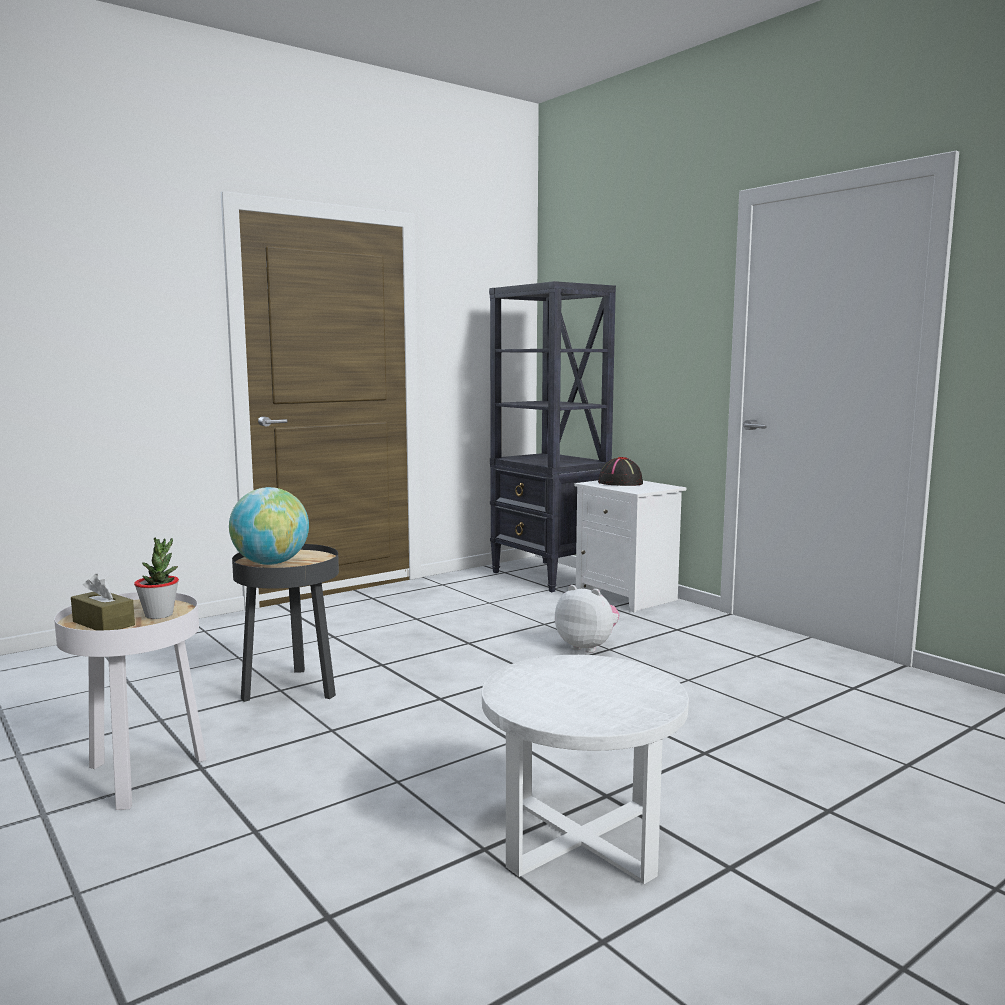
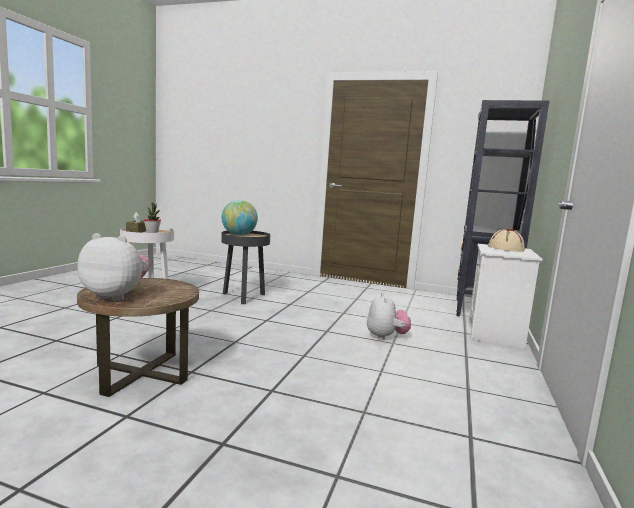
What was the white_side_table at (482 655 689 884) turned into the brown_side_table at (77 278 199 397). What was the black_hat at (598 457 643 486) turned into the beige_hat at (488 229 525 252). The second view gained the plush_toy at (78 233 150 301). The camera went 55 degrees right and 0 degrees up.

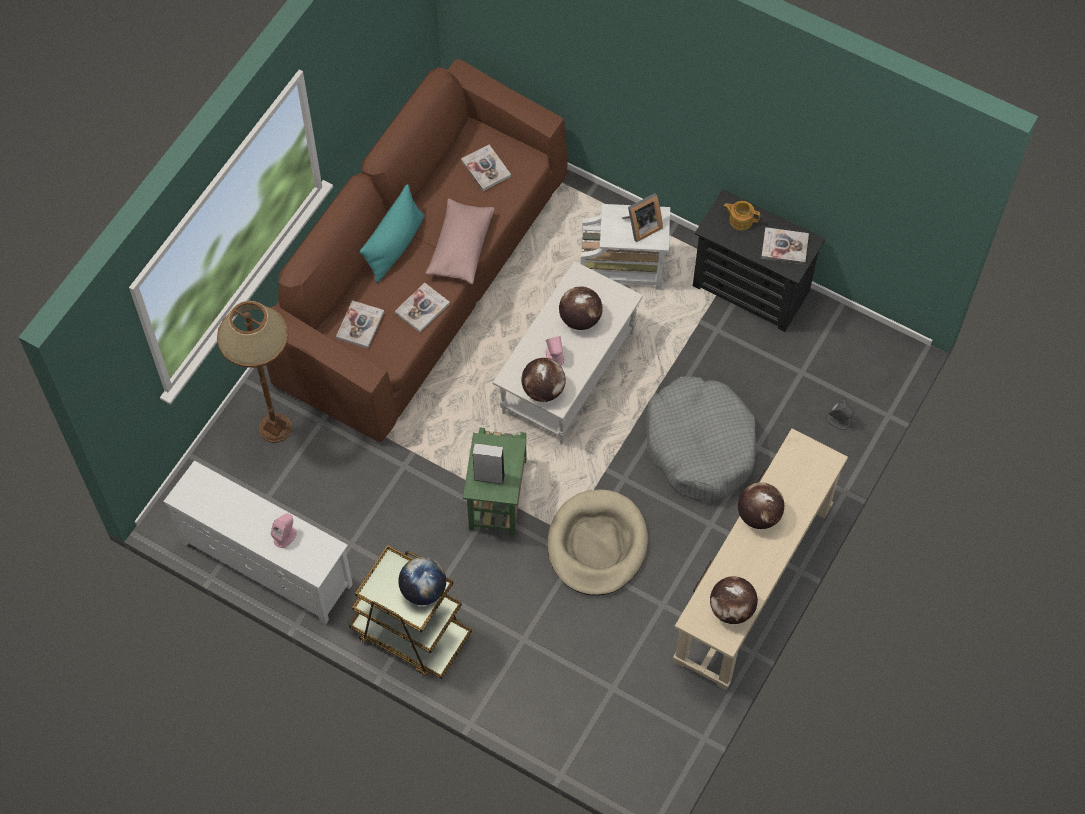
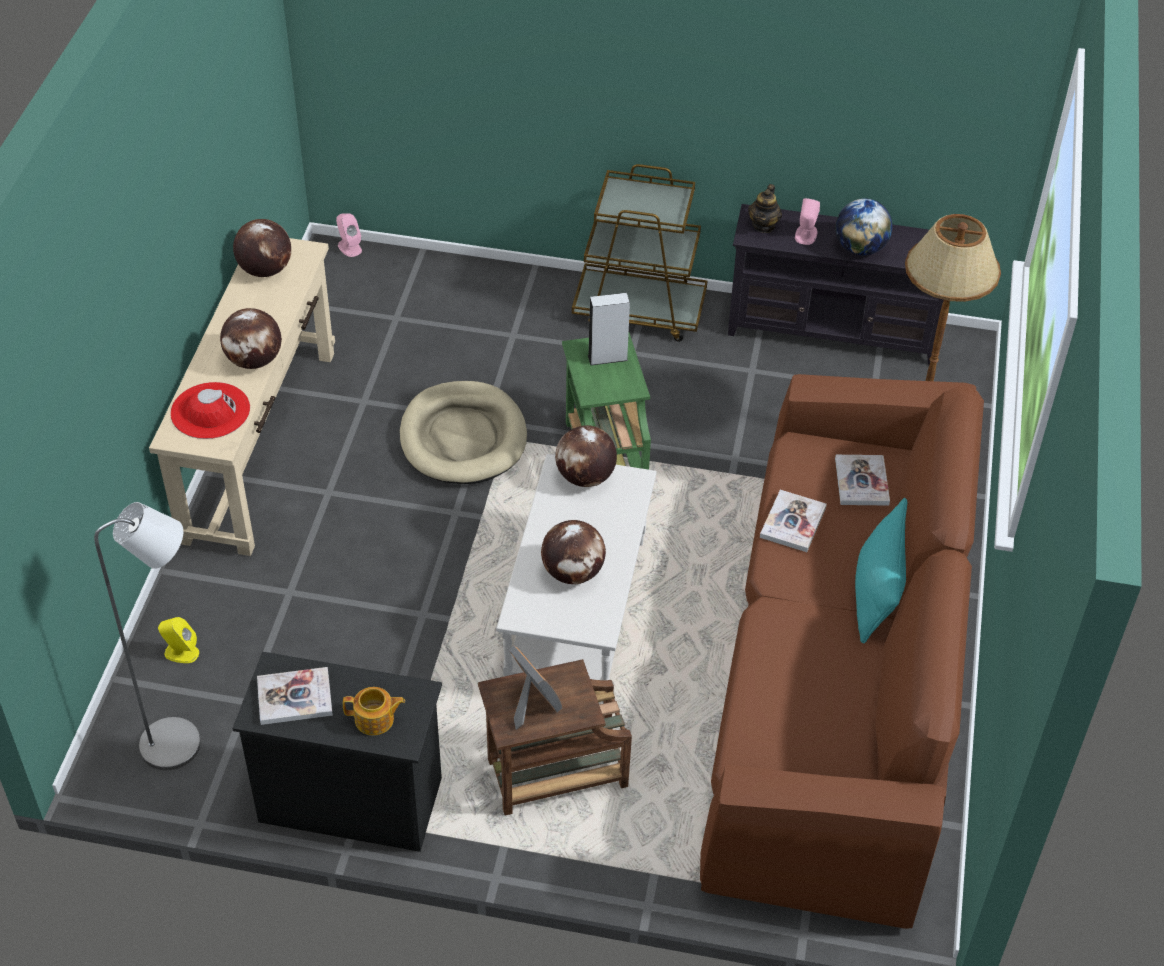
What was the white_tv_stand at (163 460 353 624) turned into the black_tv_stand at (728 204 944 365). The globe ended up elsewhere, having gone from (398 557 446 605) to (836 198 892 255). The second view lost the pink_pillow at (426 199 495 284). The second view lost the book at (461 145 511 191). The pink_speaker ended up elsewhere, having gone from (546 336 564 365) to (336 213 362 257). What was the white_side_table at (581 204 670 290) turned into the brown_side_table at (478 659 632 815). The picture_frame at (622 193 663 242) ended up facing another way, 105 degrees clockwise from before. The second view lost the grey_dog_bed at (646 377 756 503). What was the grey_speaker at (827 400 854 430) turned into the yellow_speaker at (158 617 199 663). The second view gained the grey_floor_lamp at (94 502 201 770). The second view gained the red_hat at (170 382 250 439). The second view gained the teapot at (748 184 782 233). The camera went 160 degrees right and 15 degrees down.

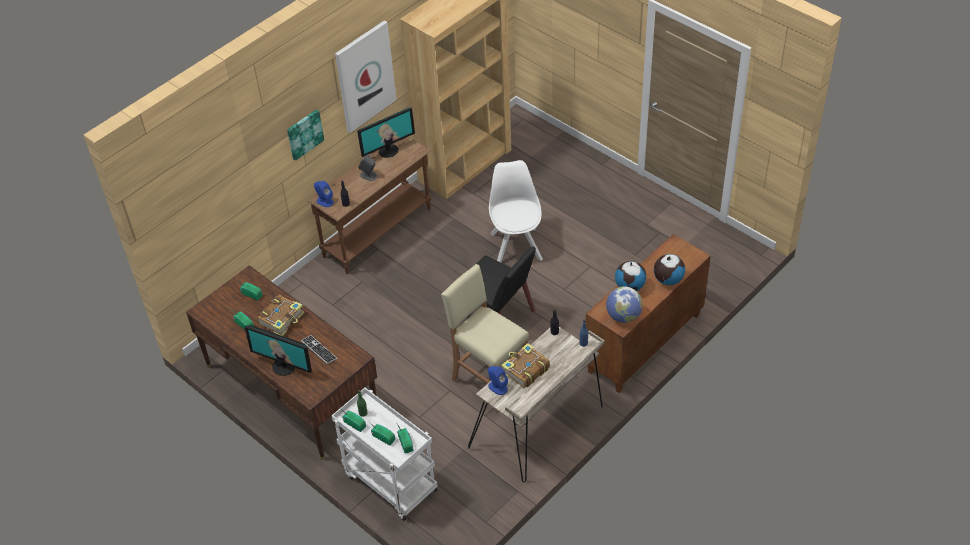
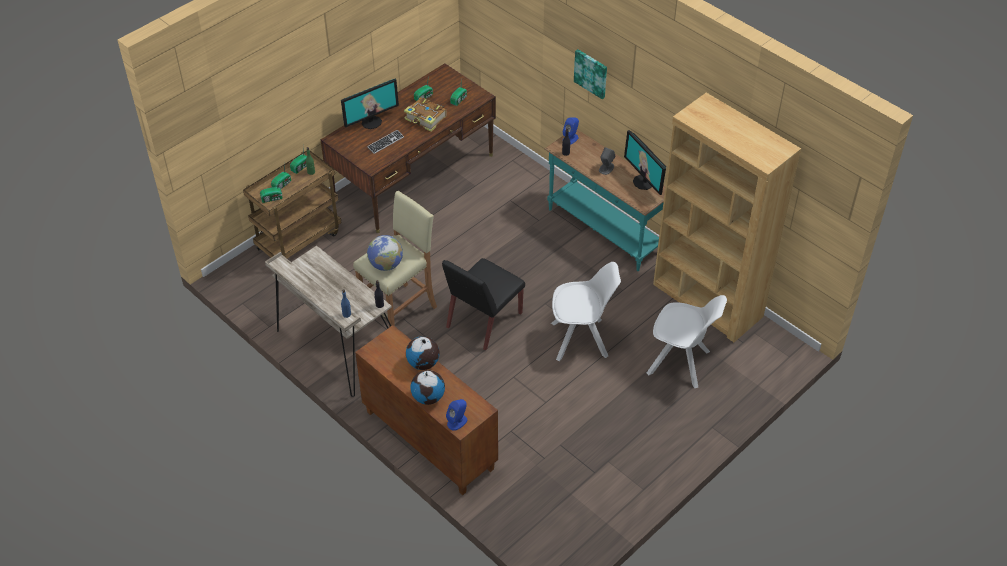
The monitor at (245 325 312 376) ended up facing another way, 150 degrees counterclockwise from before. What was the brown_console_table at (307 136 431 274) turned into the turquoise_console_table at (545 129 665 271). What was the white_cart at (332 388 438 521) turned into the brown_cart at (243 151 342 259). The second view lost the picture at (335 20 396 133). The blue_speaker ended up elsewhere, having gone from (488 366 508 395) to (446 399 467 431). The second view lost the book at (501 343 550 389). The globe ended up elsewhere, having gone from (606 286 643 323) to (367 235 403 271). The second view gained the white_chair at (647 295 727 388). The camera went 90 degrees right and 0 degrees up.

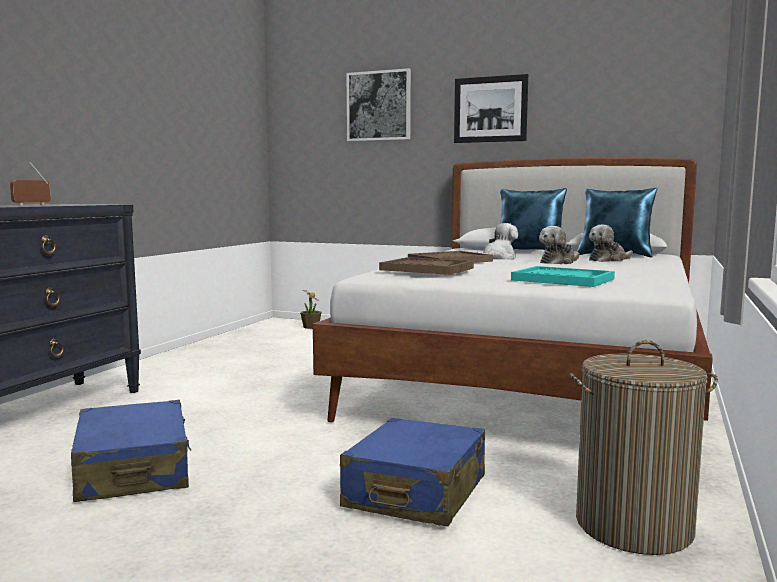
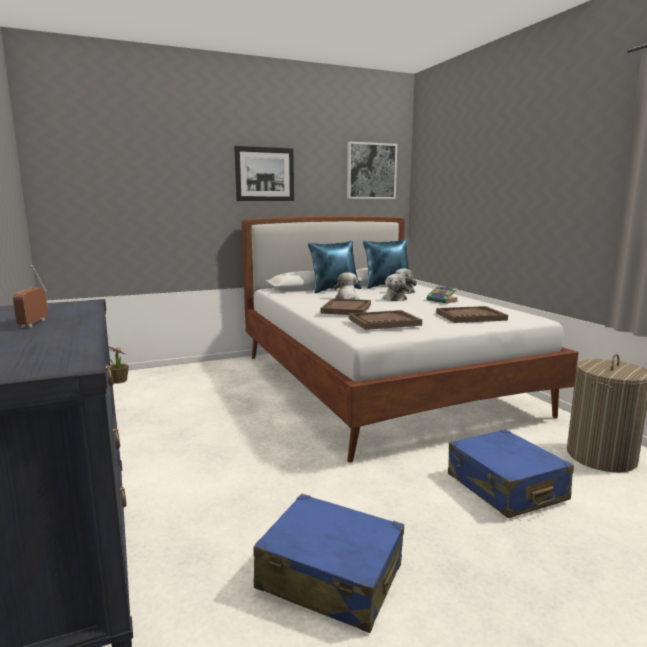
The picture ended up elsewhere, having gone from (347 68 411 141) to (347 141 397 199). What was the turquoise_tray at (511 266 615 287) turned into the brown_tray at (436 306 508 323). The second view gained the book at (427 286 458 304). The camera went 45 degrees left and 5 degrees up.

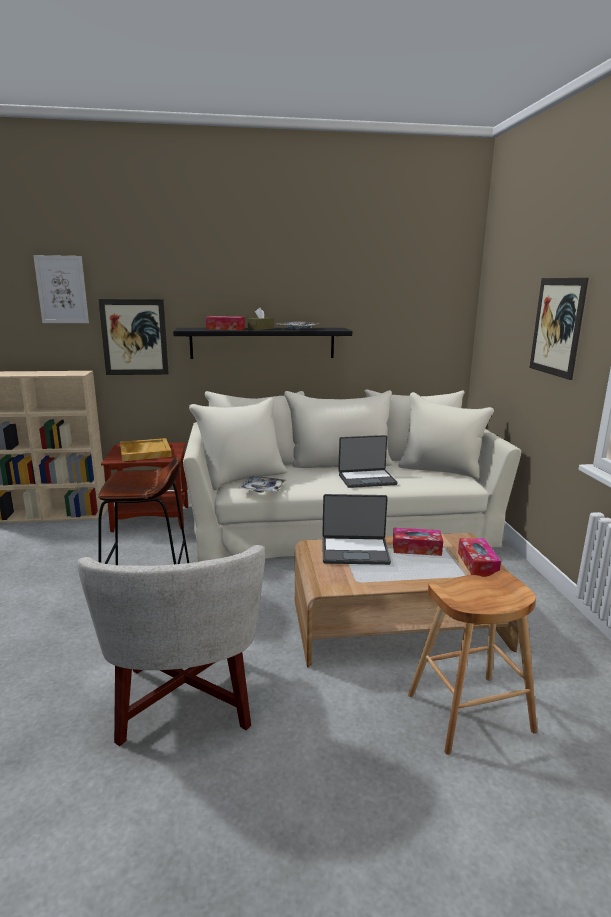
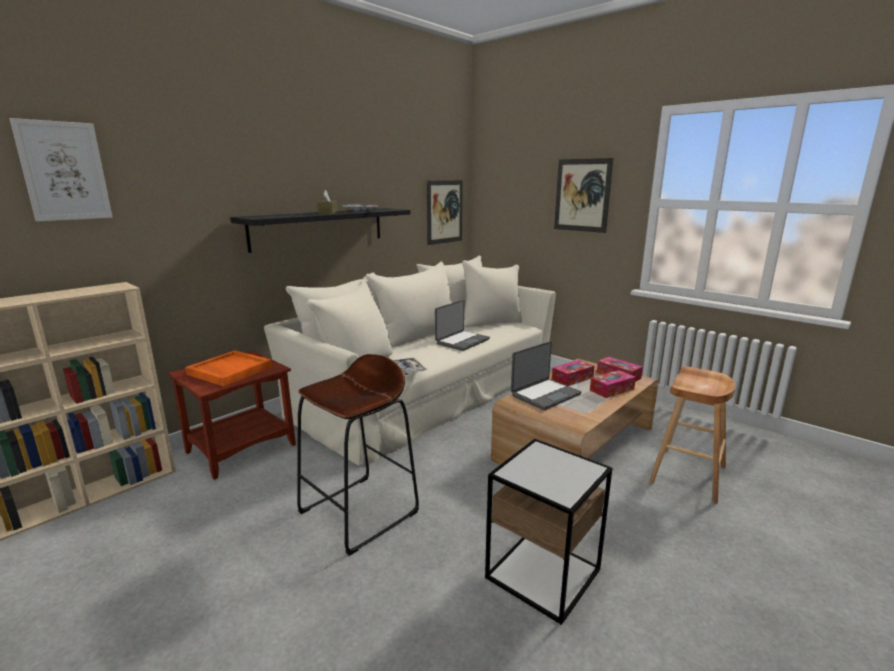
Where the white_armchair stood at (78 545 265 746), the side_table came to stand at (485 439 613 625). The picture ended up elsewhere, having gone from (98 299 169 375) to (427 180 463 245). What was the beige_tray at (120 438 172 461) turned into the orange_tray at (185 350 272 386). The tissue_box ended up elsewhere, having gone from (206 316 245 330) to (590 370 636 398). The camera went 40 degrees left and 0 degrees up.

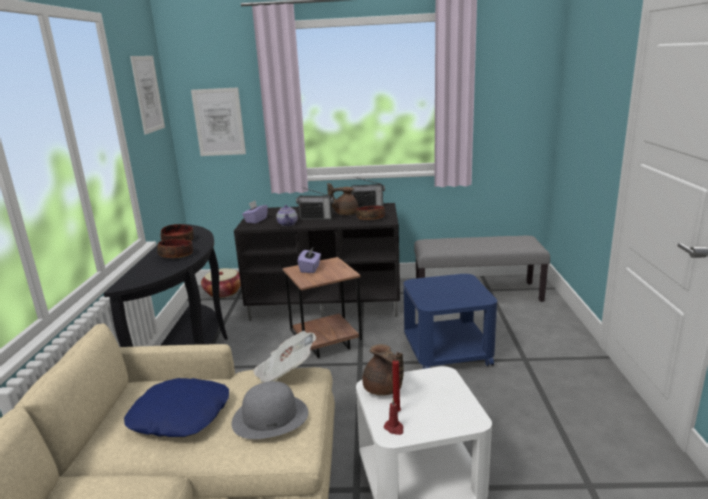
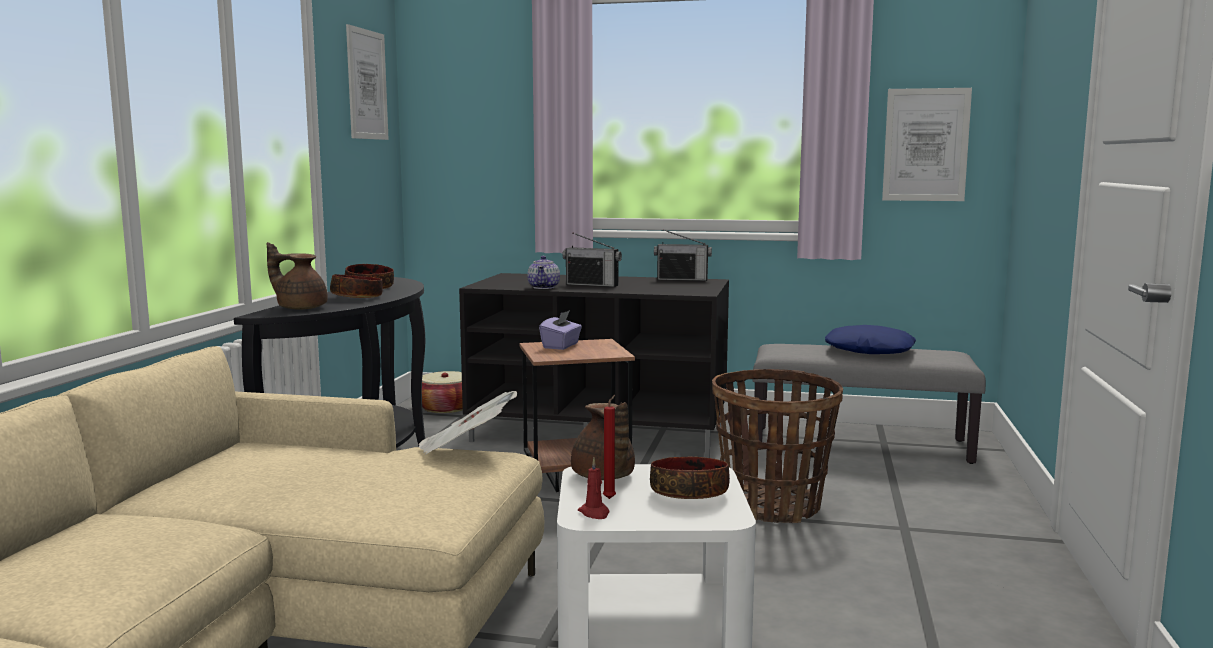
The blue_pillow ended up elsewhere, having gone from (124 378 229 437) to (825 325 916 354). The picture ended up elsewhere, having gone from (191 87 246 156) to (882 88 972 201). The second view lost the grey_hat at (231 381 308 439). The second view lost the purple_tissue_box at (242 201 268 224). The brown_teapot ended up elsewhere, having gone from (327 183 359 215) to (267 242 328 310). The bowl ended up elsewhere, having gone from (356 206 385 220) to (650 457 730 499). Where the blue_side_table stood at (404 274 497 369), the basket came to stand at (712 369 843 523). The camera went 10 degrees right and 10 degrees down.

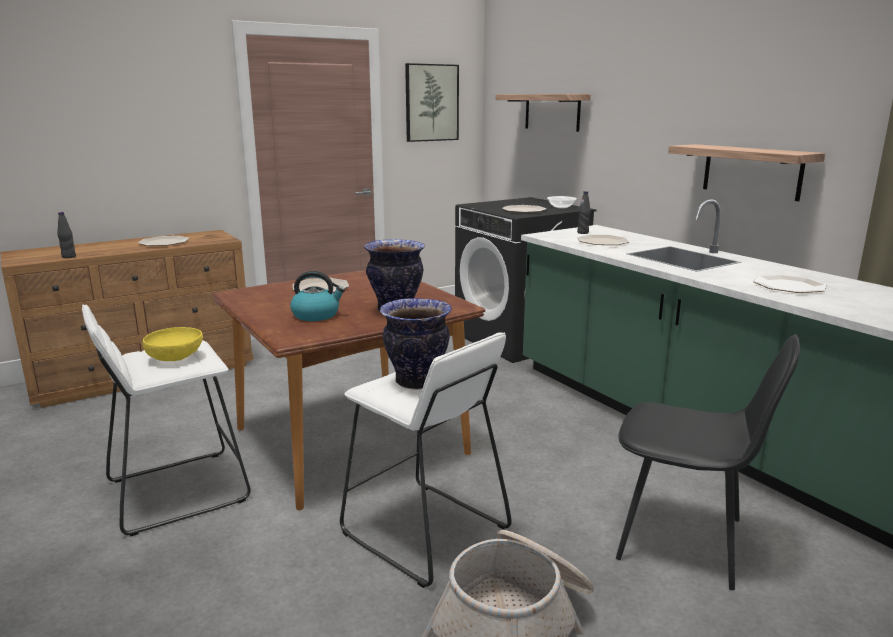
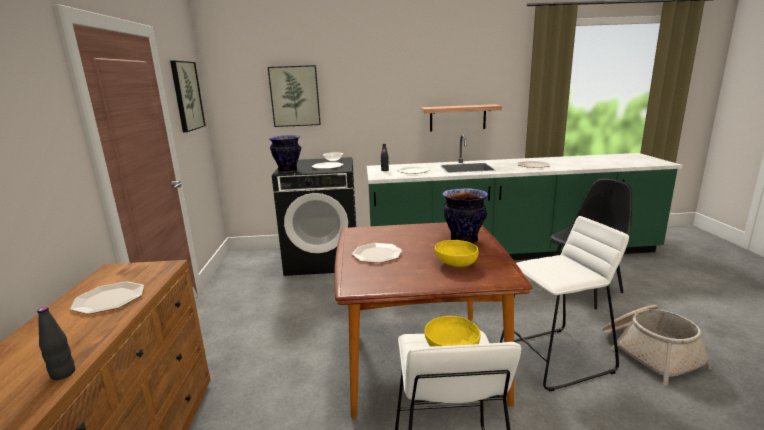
Where the kettle stood at (290 271 345 321), the yellow_bowl came to stand at (435 240 479 267). The vase ended up elsewhere, having gone from (379 298 452 390) to (269 135 301 173). Where the shelf hung at (495 94 591 132), the picture came to hang at (268 65 321 127). The camera went 60 degrees left and 0 degrees up.

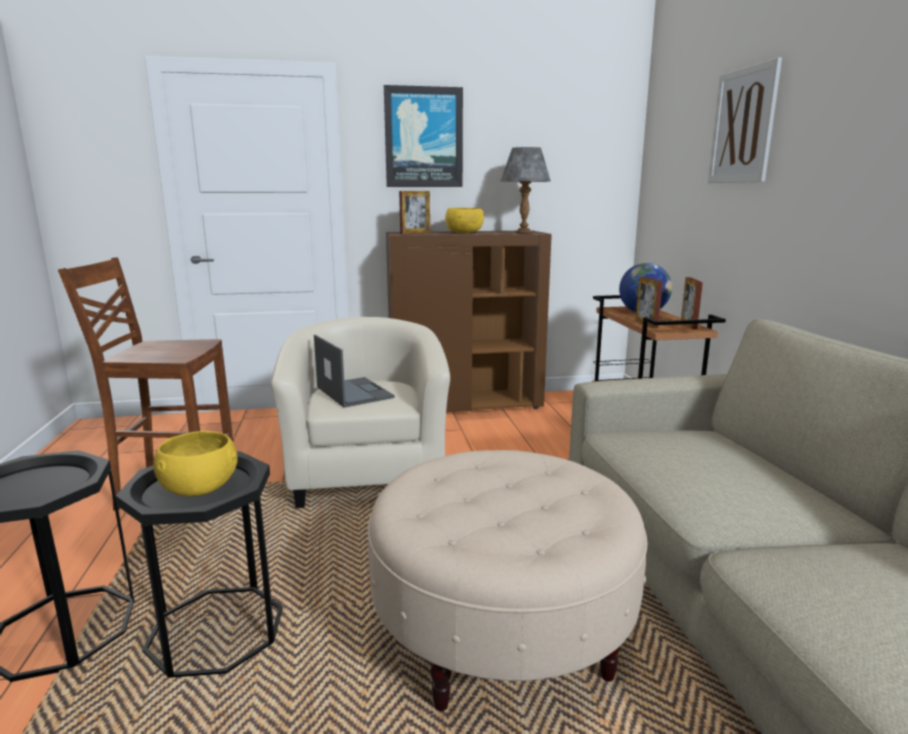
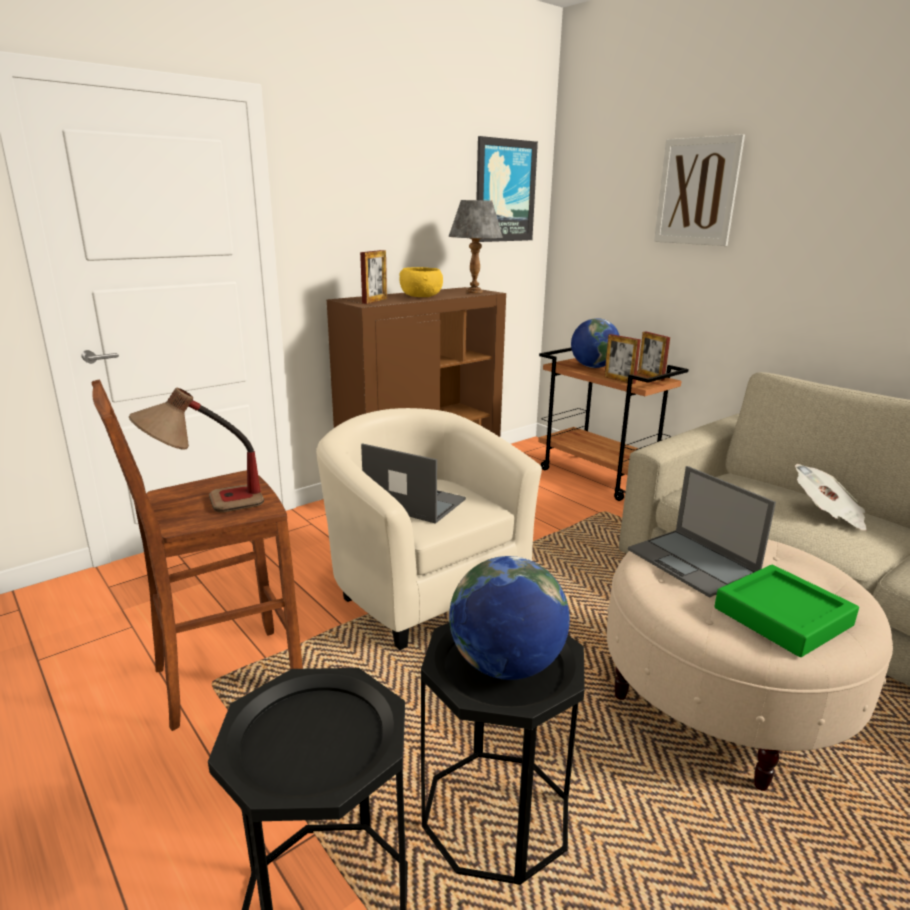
Where the yellow_bowl stood at (153 431 237 496), the globe came to stand at (449 556 570 680). The picture ended up elsewhere, having gone from (384 85 463 187) to (476 136 538 242). The second view gained the table_lamp at (129 388 264 513). The second view gained the laptop at (628 466 776 598). The second view gained the green_tray at (714 565 859 657). The second view gained the newspaper at (795 464 866 531). The camera went 30 degrees left and 5 degrees up.

